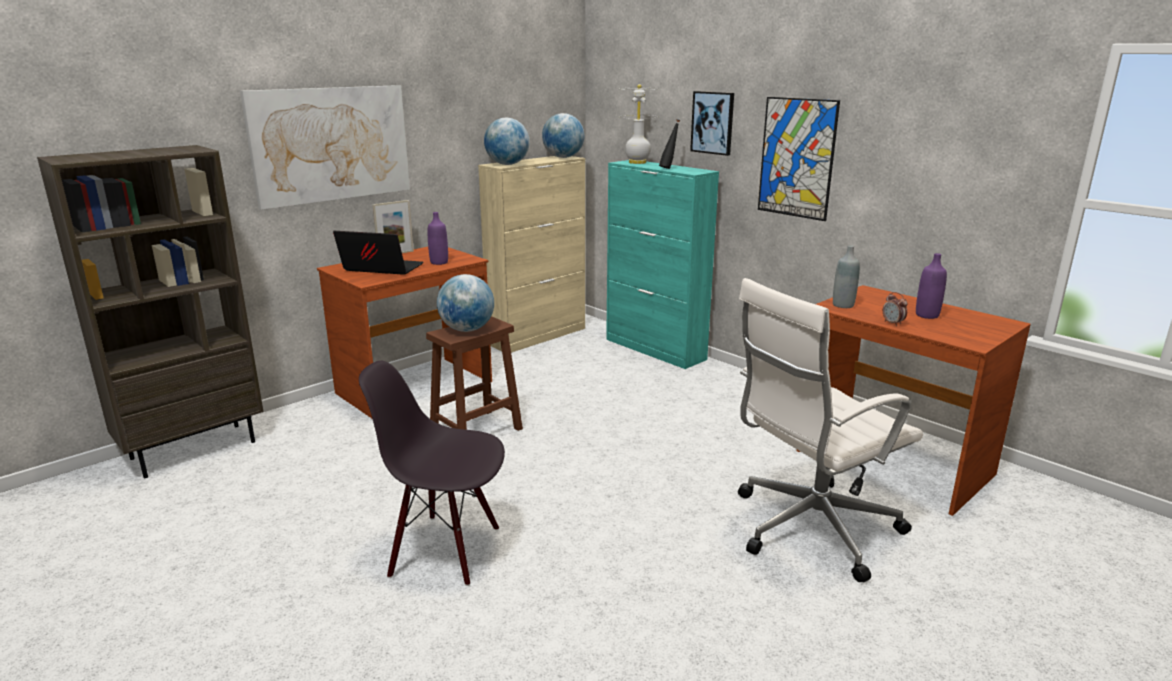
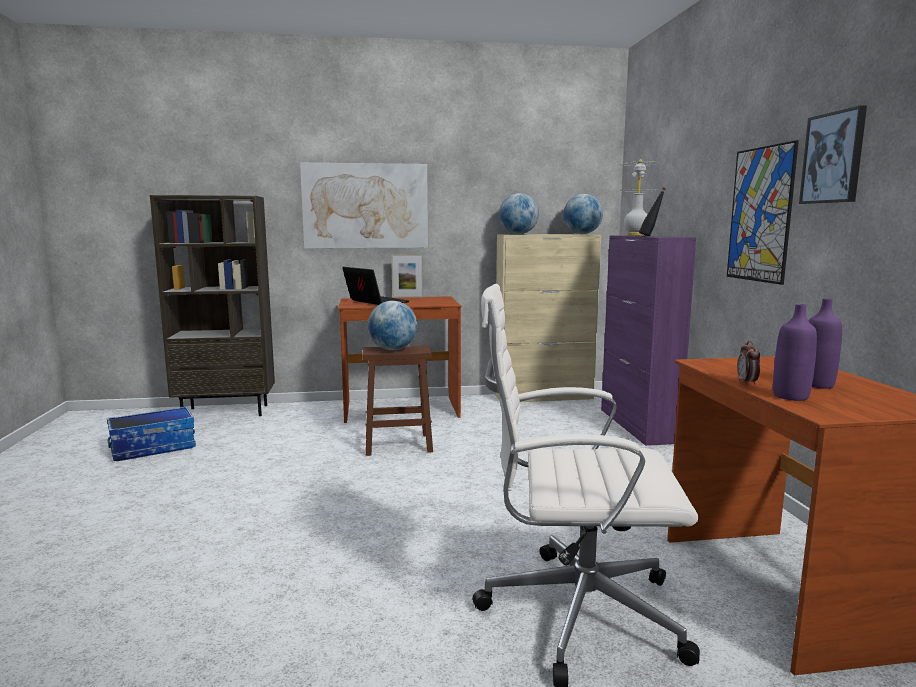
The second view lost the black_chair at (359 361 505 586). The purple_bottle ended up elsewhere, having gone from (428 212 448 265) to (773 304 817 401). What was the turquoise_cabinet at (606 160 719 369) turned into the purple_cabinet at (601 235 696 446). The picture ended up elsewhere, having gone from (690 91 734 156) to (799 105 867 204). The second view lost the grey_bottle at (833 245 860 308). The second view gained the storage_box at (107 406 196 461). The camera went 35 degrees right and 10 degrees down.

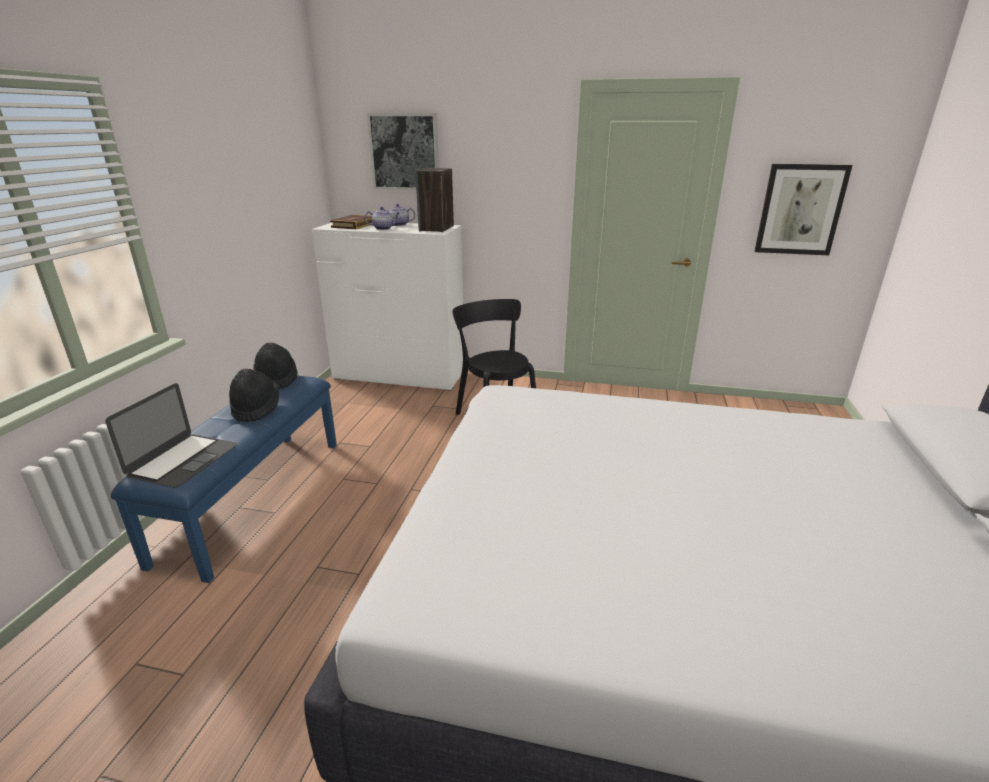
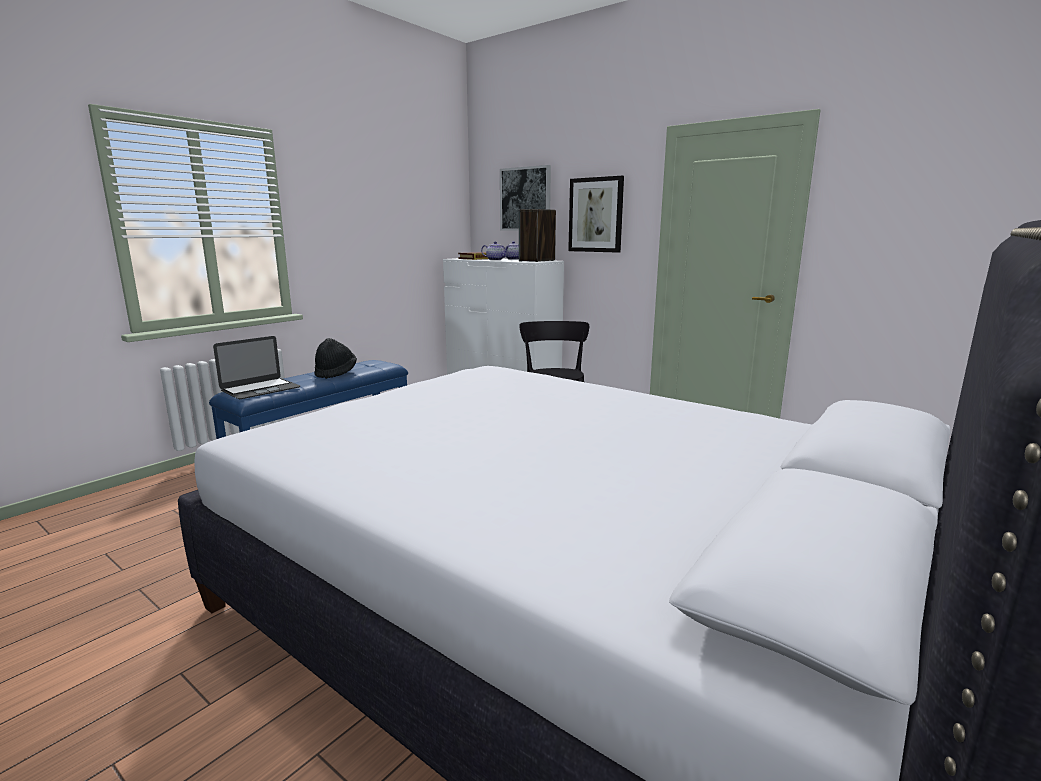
The second view lost the black_hat at (253 343 298 389). The picture ended up elsewhere, having gone from (755 164 853 255) to (568 176 624 253). The camera went 25 degrees right and 10 degrees down.

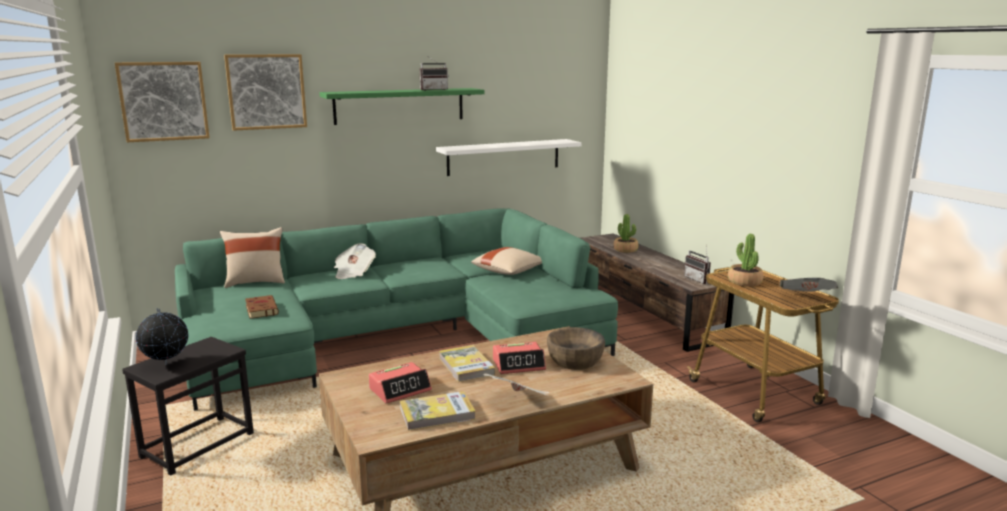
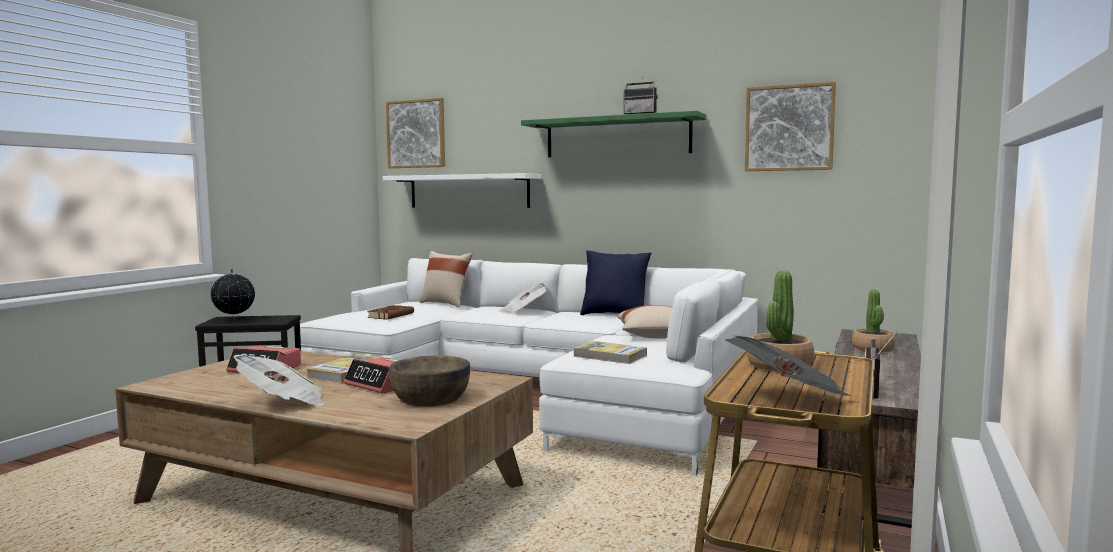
What was the green_sofa at (175 208 618 411) turned into the white_sofa at (300 258 758 475). The picture ended up elsewhere, having gone from (224 54 307 131) to (745 82 836 171). The book ended up elsewhere, having gone from (400 391 476 431) to (573 341 647 364). The white_shelf ended up elsewhere, having gone from (436 139 582 176) to (383 173 541 208). The second view gained the blue_pillow at (580 250 651 315). The camera went 50 degrees right and 10 degrees down.

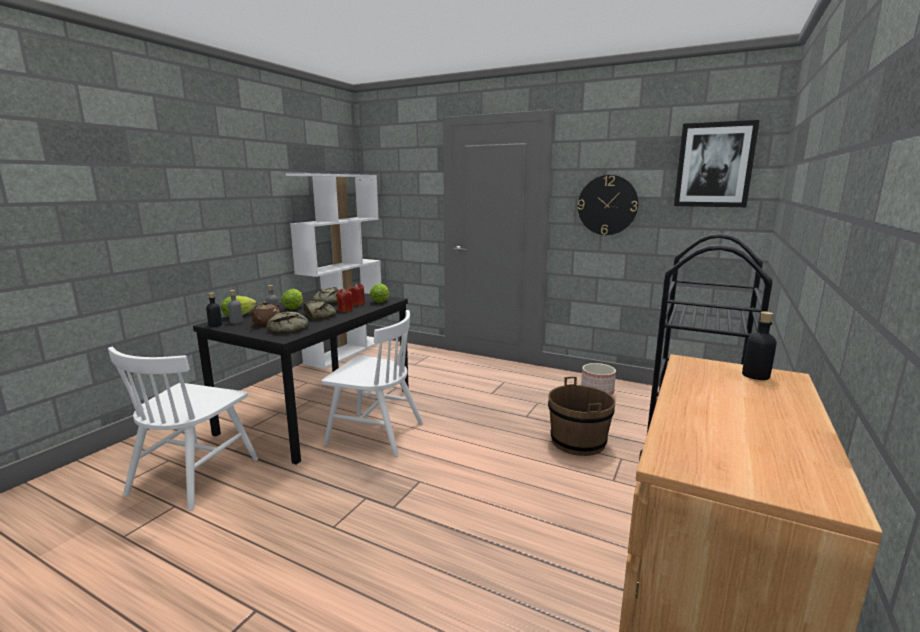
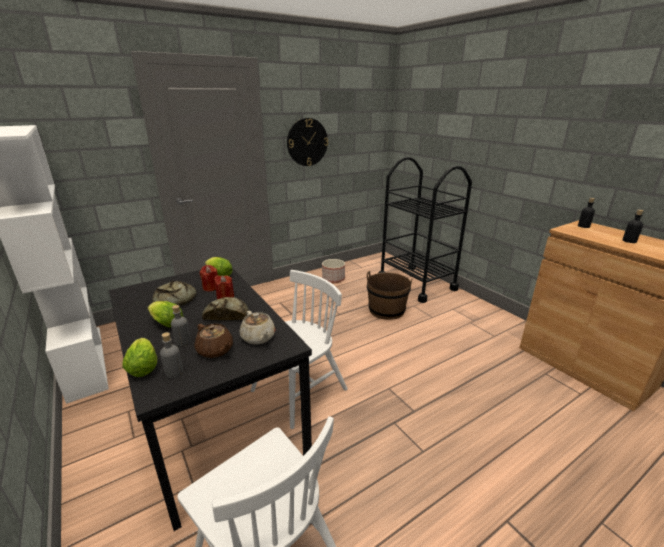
The black_bottle ended up elsewhere, having gone from (206 293 222 327) to (623 210 643 243). Where the bread stood at (266 311 309 334), the beige_teapot came to stand at (240 311 275 344). The second view lost the picture at (674 120 760 207). The camera went 60 degrees left and 10 degrees up.

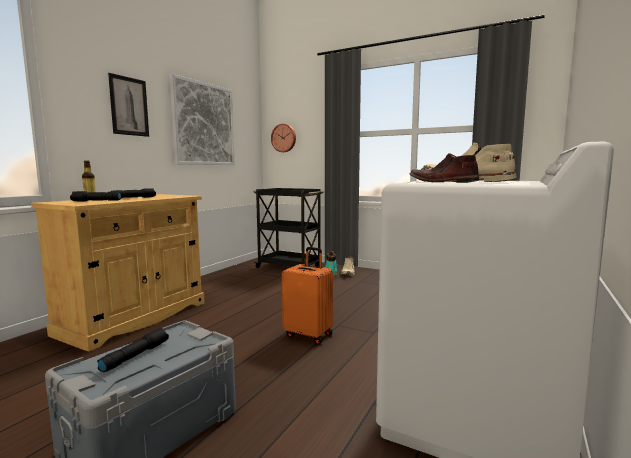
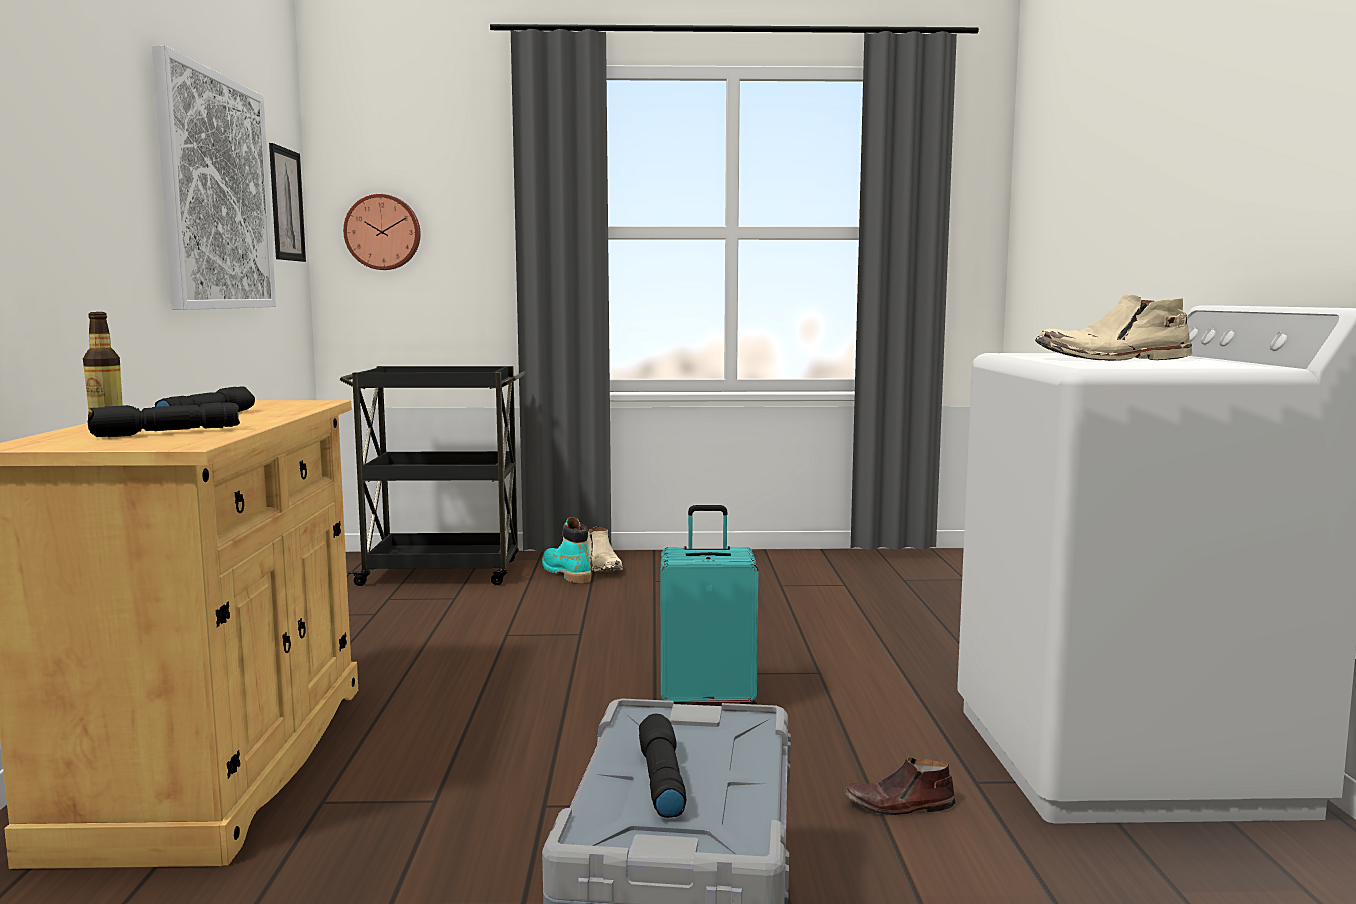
The picture ended up elsewhere, having gone from (108 73 149 137) to (269 143 306 262). What was the orange_suitcase at (282 247 333 344) turned into the turquoise_suitcase at (660 505 759 705). The brown_shoe ended up elsewhere, having gone from (409 153 479 183) to (844 757 955 815). The camera went 30 degrees left and 0 degrees up.

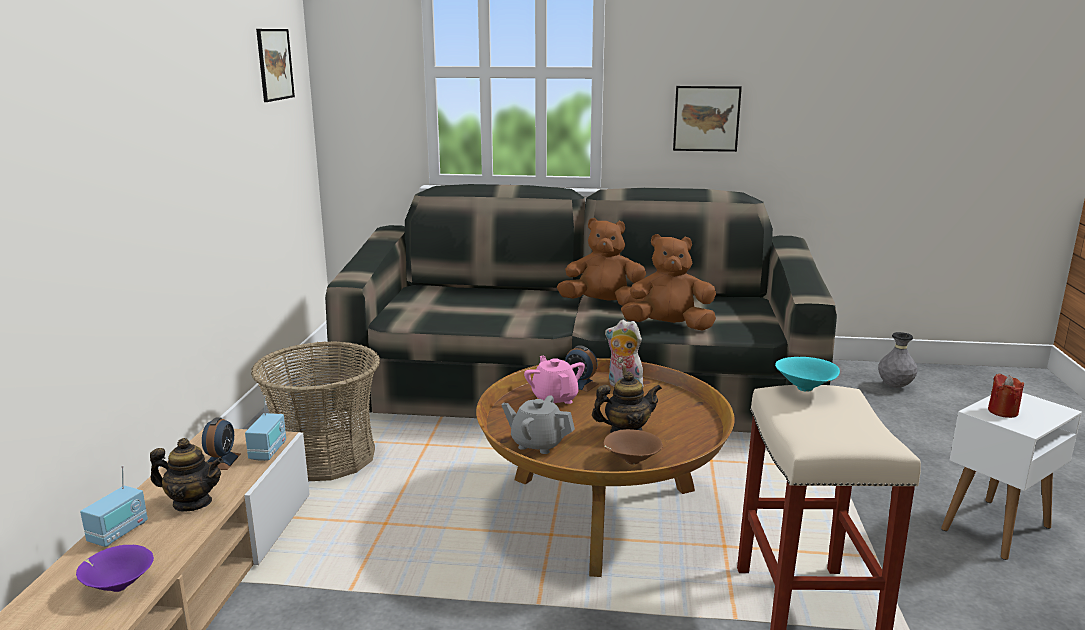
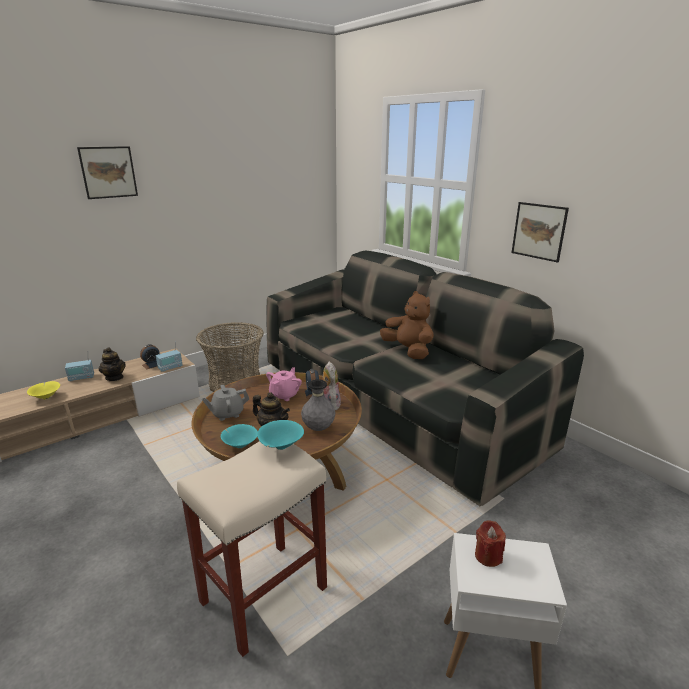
What was the purple_bowl at (76 545 154 592) turned into the yellow_bowl at (27 381 60 399). The picture ended up elsewhere, having gone from (256 29 295 102) to (77 146 138 199). The grey_teapot at (502 395 575 454) ended up facing another way, 90 degrees counterclockwise from before. What was the brown_bowl at (604 429 663 464) turned into the turquoise_bowl at (221 424 258 448). The second view lost the brown_plush_toy at (621 234 716 331). The grey_vase ended up elsewhere, having gone from (878 332 918 388) to (301 379 336 431). The camera went 45 degrees right and 5 degrees up.

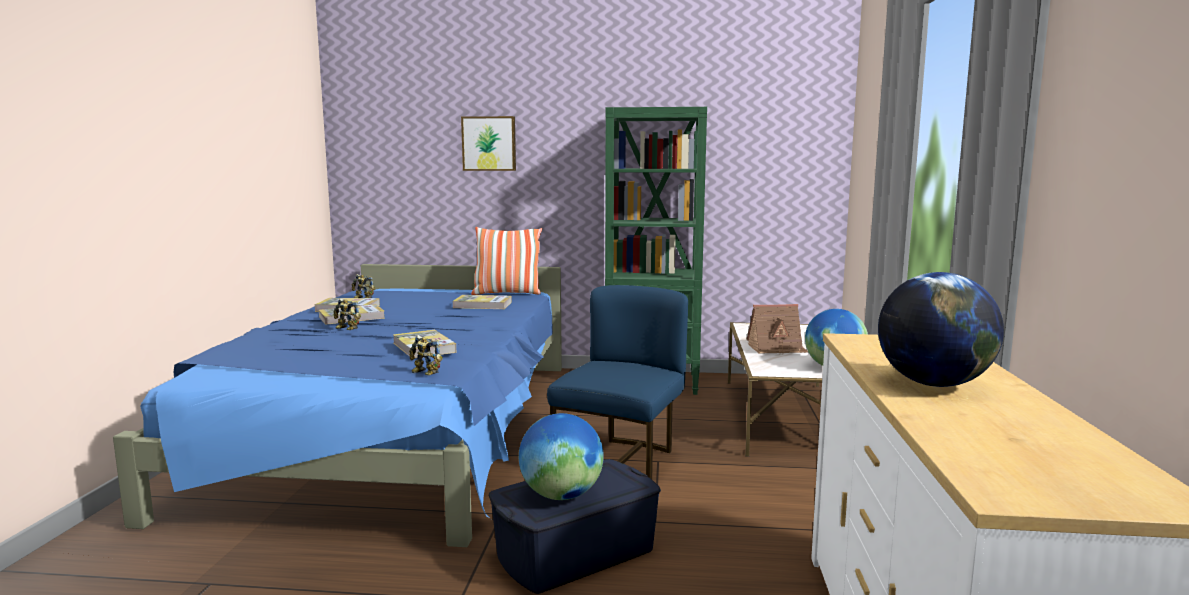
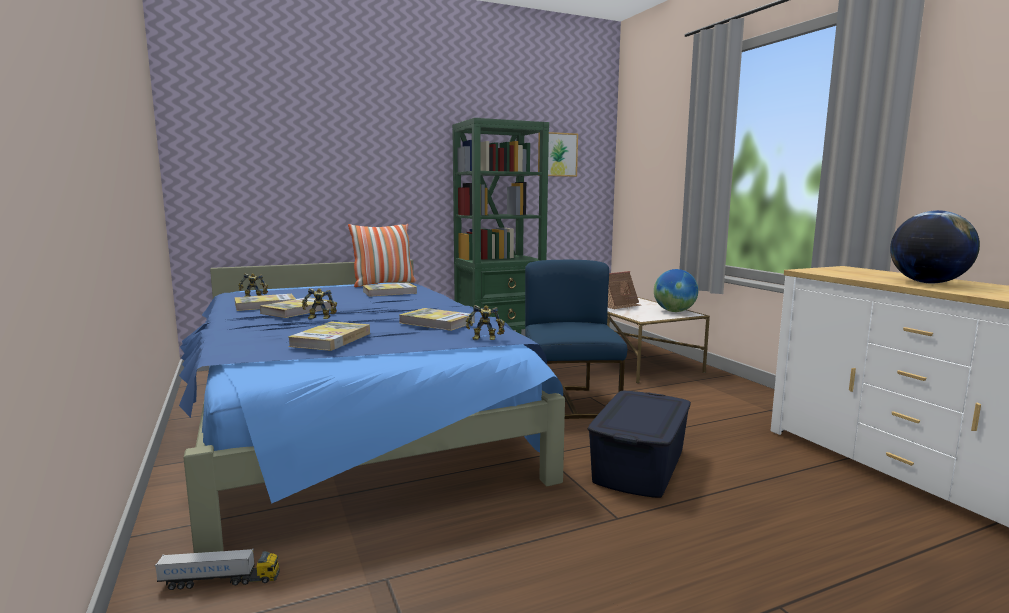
The picture ended up elsewhere, having gone from (461 116 516 171) to (538 132 578 177). The second view lost the globe at (519 413 604 500). The second view gained the toy_truck at (155 549 280 590). The second view gained the book at (288 321 370 351). The camera went 30 degrees left and 0 degrees up.

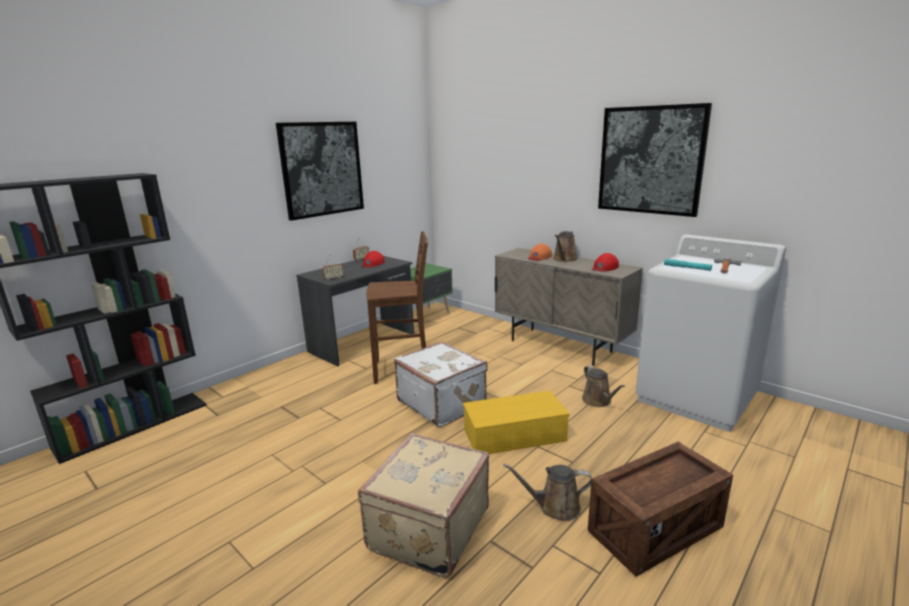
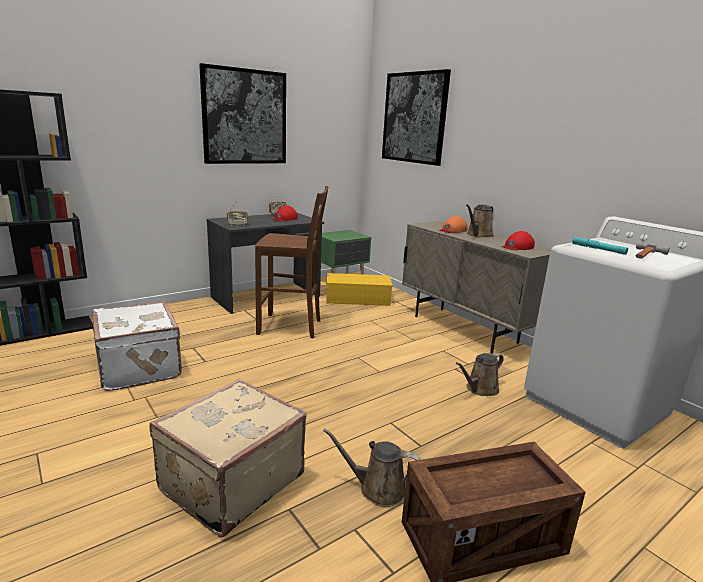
The white_suitcase ended up elsewhere, having gone from (394 342 488 427) to (92 301 182 391). The yellow_storage_box ended up elsewhere, having gone from (463 390 570 454) to (326 273 393 306). The brown_watering_can at (582 365 625 407) ended up facing another way, 60 degrees clockwise from before. The picture ended up elsewhere, having gone from (598 103 712 217) to (382 69 451 166). The camera went 10 degrees right and 0 degrees up.

